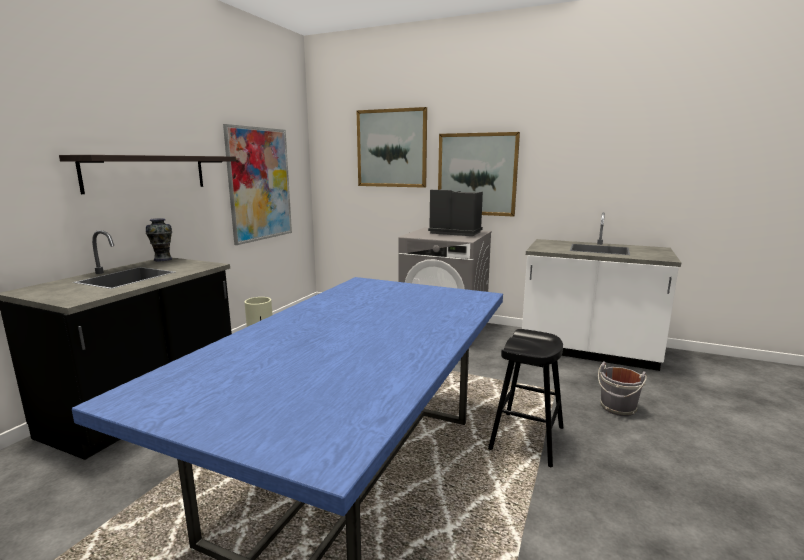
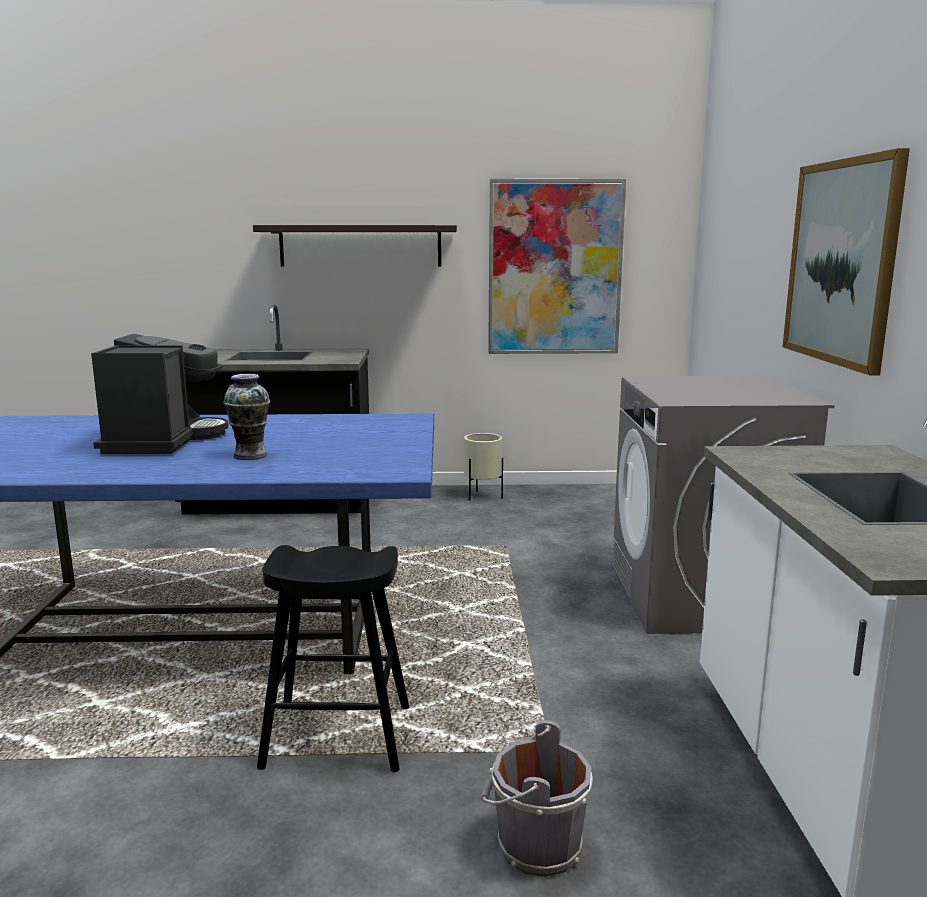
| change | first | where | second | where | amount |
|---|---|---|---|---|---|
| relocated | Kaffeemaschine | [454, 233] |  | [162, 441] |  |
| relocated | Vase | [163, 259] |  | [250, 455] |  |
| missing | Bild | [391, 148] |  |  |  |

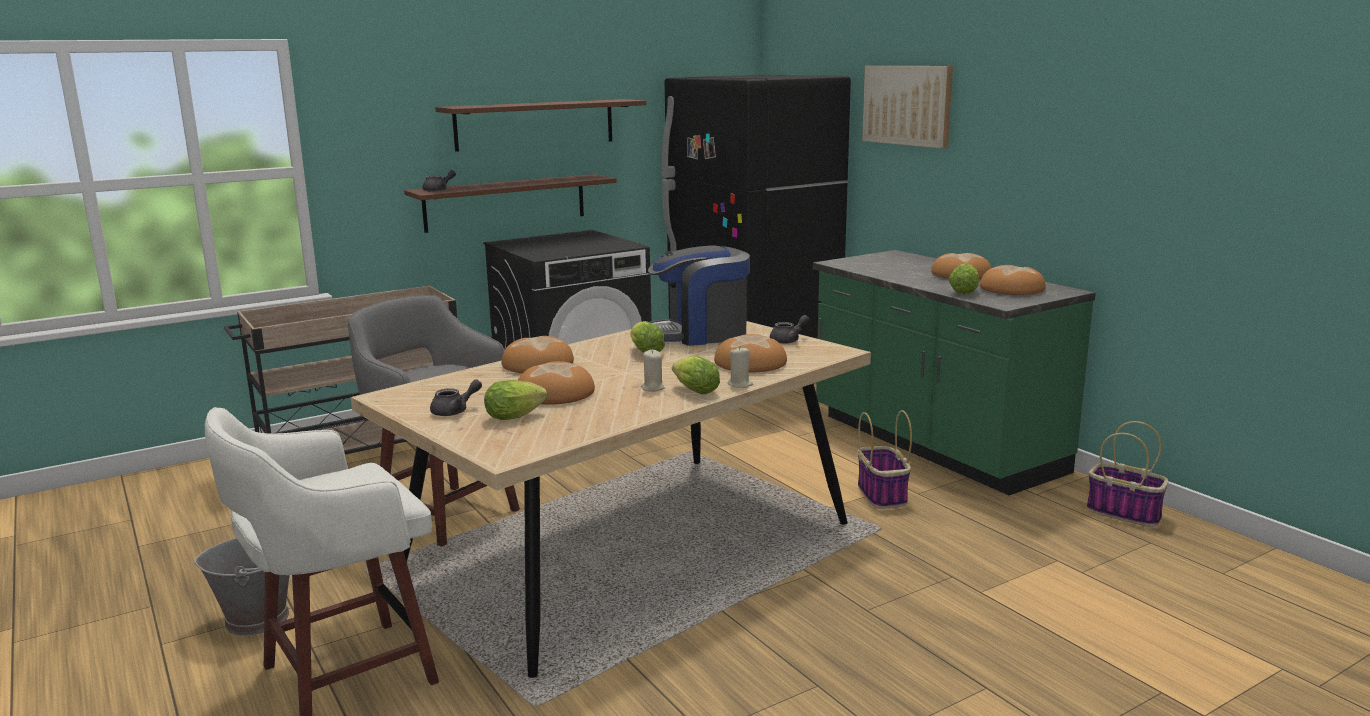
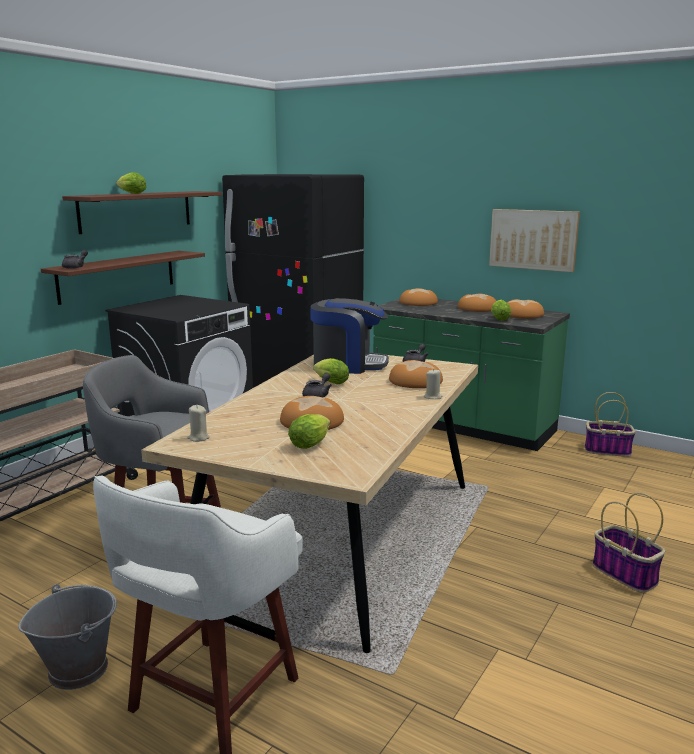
| change | first | where | second | where | amount |
|---|---|---|---|---|---|
| relocated | Salatkopf | [693, 390] |  | [131, 193] |  |
| relocated | Kerze [beige] | [652, 388] |  | [198, 438] |  |
| relocated | Teekanne [grau] | [455, 411] |  | [317, 395] |  |
| spun | Kaffeemaschine | [700, 334] |  | [348, 365] | 135 degrees counterclockwise |
| relocated | Brot | [537, 364] |  | [418, 303] |  |
| relocated | Bild | [907, 105] |  | [533, 239] |  |
| relocated | Korb | [882, 495] |  | [626, 574] |  |

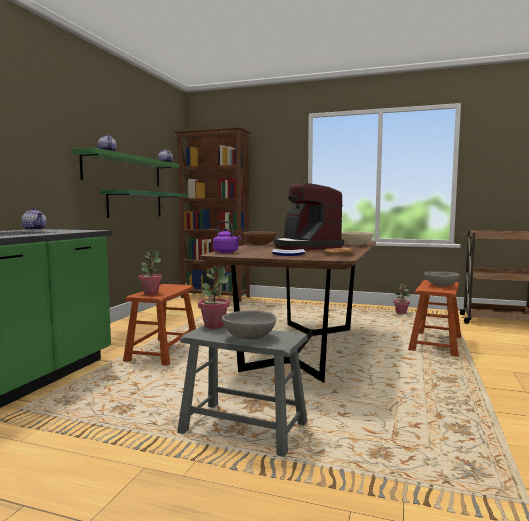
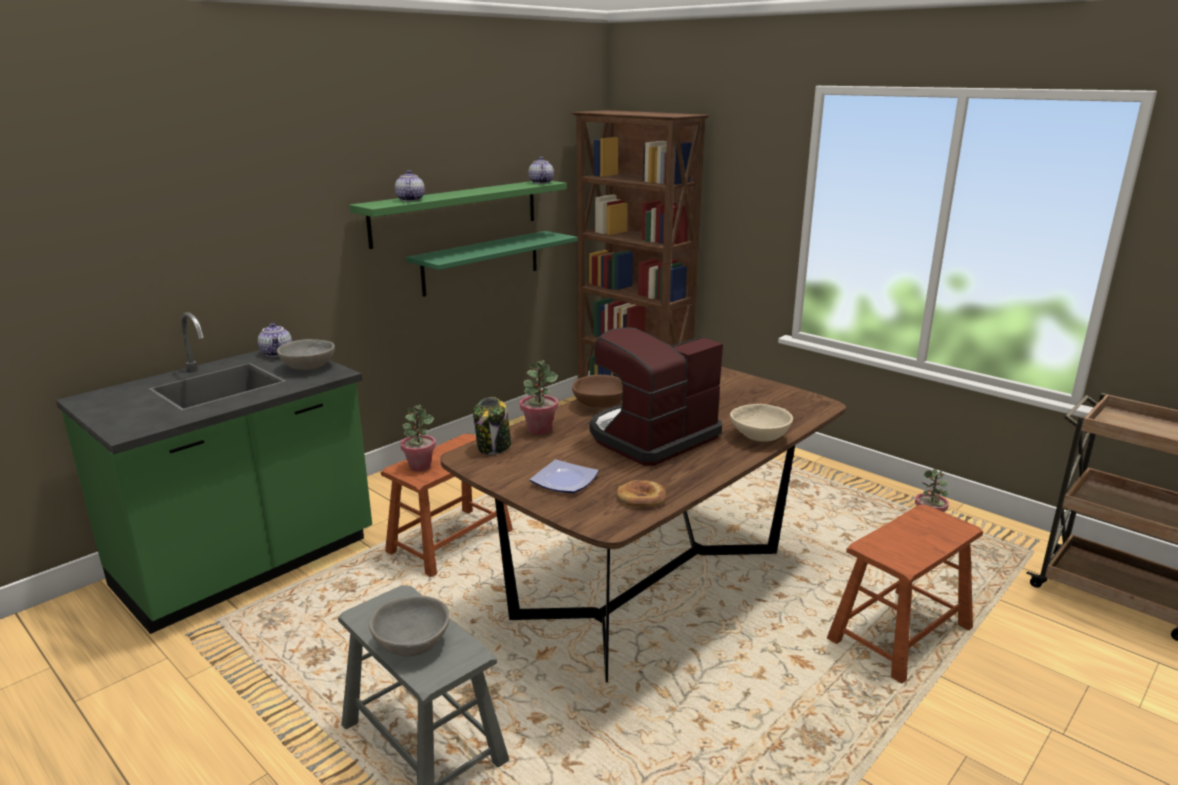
| change | first | where | second | where | amount |
|---|---|---|---|---|---|
| relocated | Schüssel [grau] | [440, 286] |  | [309, 367] |  |
| exchanged | Wasserkessel [lila] | [227, 252] | Vorratsglas | [494, 447] |  |
| relocated | Topfpflanze | [214, 326] |  | [539, 429] |  |
| spun | Kaffeemaschine | [305, 247] |  | [651, 437] | 45 degrees clockwise |

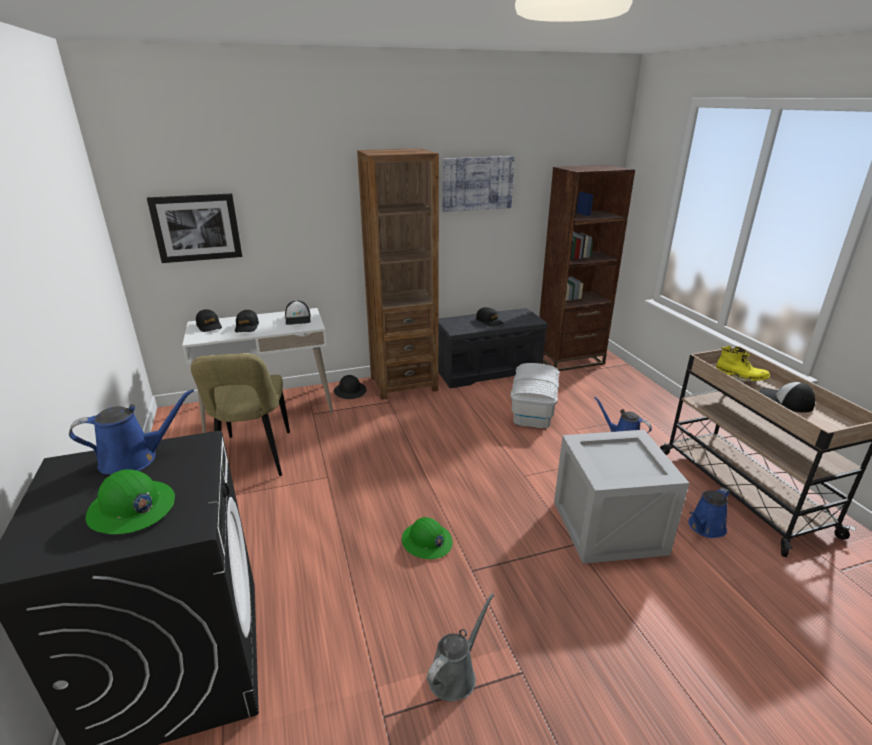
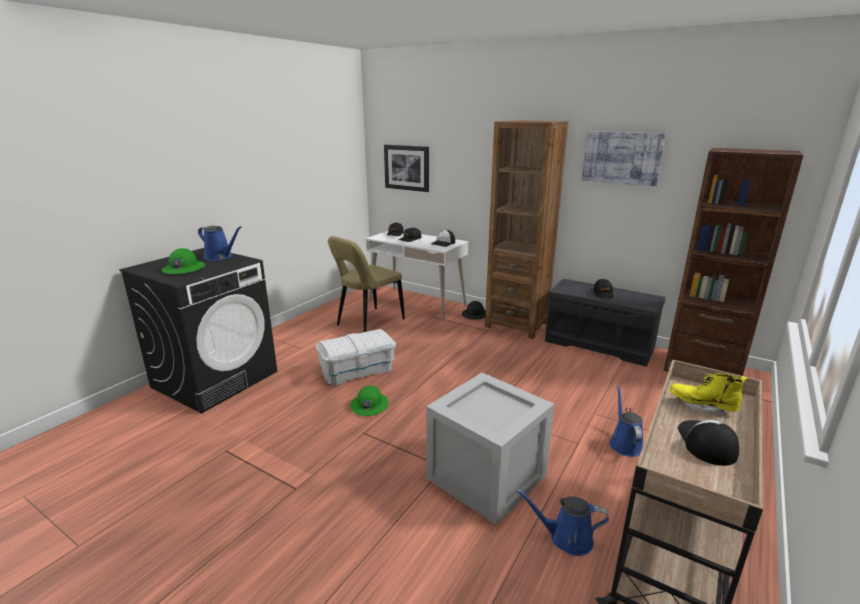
| change | first | where | second | where | amount |
|---|---|---|---|---|---|
| relocated | Aufbewahrungsbox [weiß] | [533, 409] |  | [357, 370] |  |
| spun | Stiefel [gelb] | [739, 379] |  | [701, 407] | 135 degrees clockwise |
| missing | Gießkanne [grau] | [455, 674] |  |  |  |

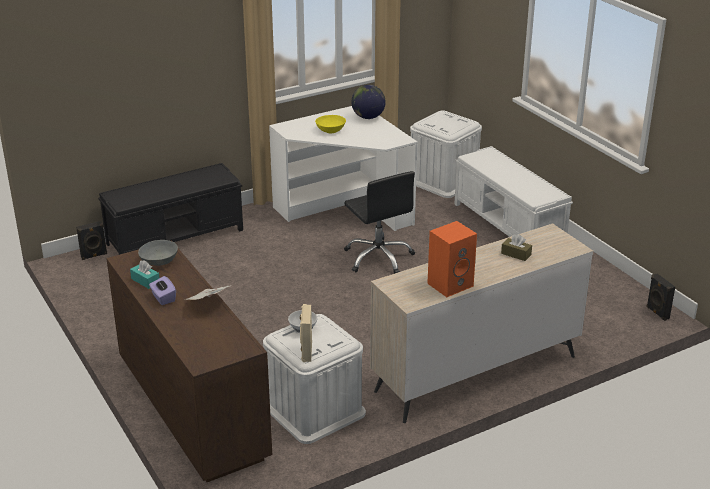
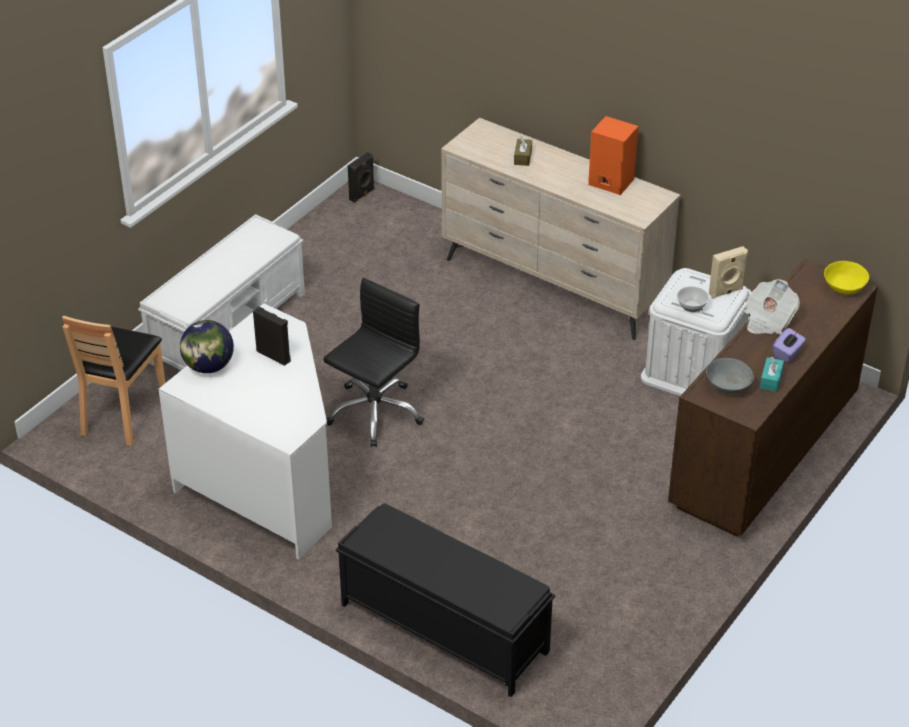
| change | first | where | second | where | amount |
|---|---|---|---|---|---|
| exchanged | Aufbewahrungsbox [weiß] | [443, 180] | Stuhl [braun] | [123, 414] |  |
| relocated | Lautsprecher [schwarz] | [94, 256] |  | [274, 355] |  |
| relocated | Schüssel [gelb] | [331, 130] |  | [844, 287] |  |

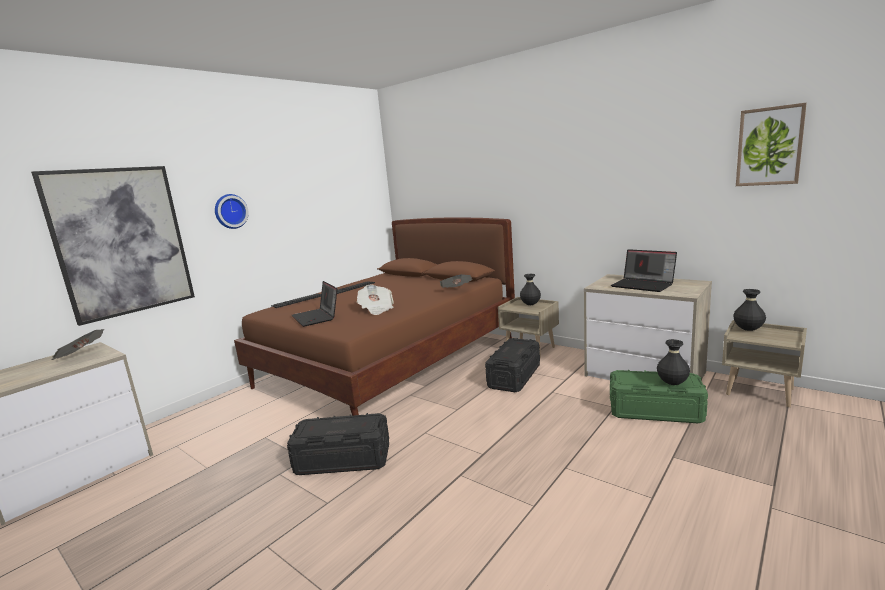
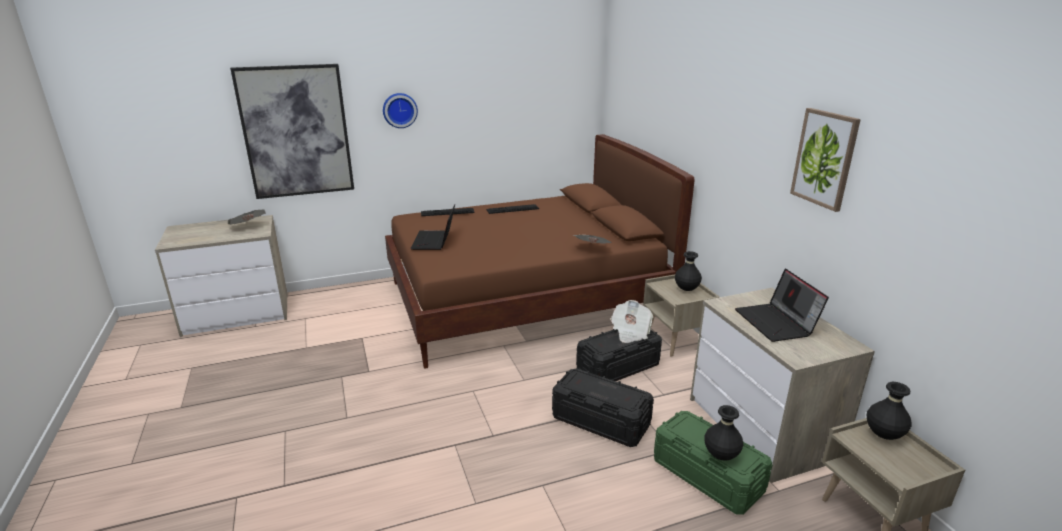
| change | first | where | second | where | amount |
|---|---|---|---|---|---|
| relocated | Aufbewahrungsbox [schwarz] | [343, 459] |  | [600, 421] |  |
| relocated | Zeitung | [376, 309] |  | [630, 332] |  |
| relocated | Bild | [769, 146] |  | [824, 158] |  |

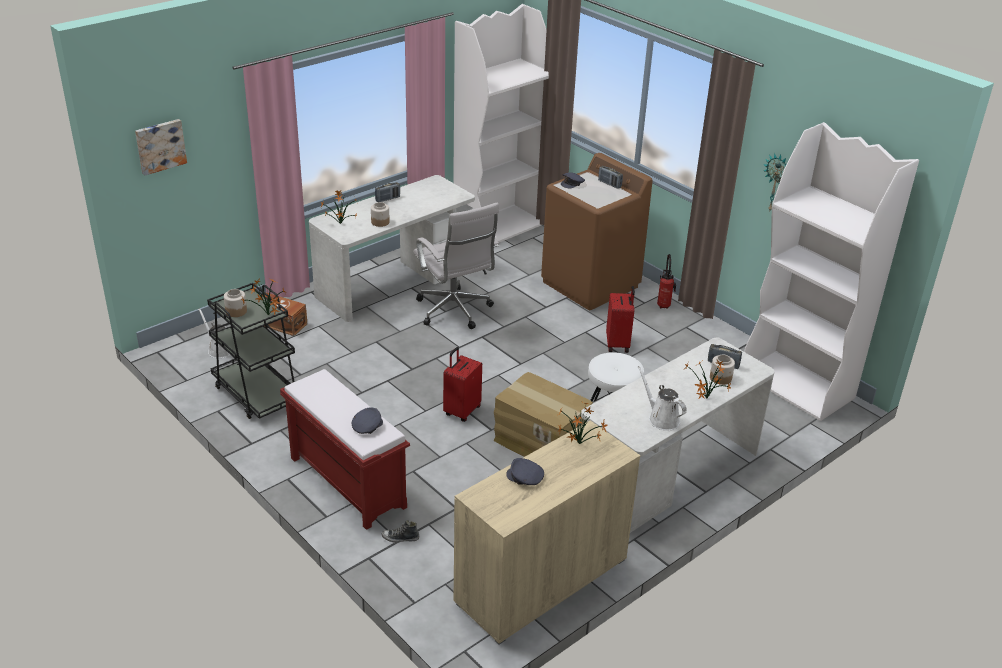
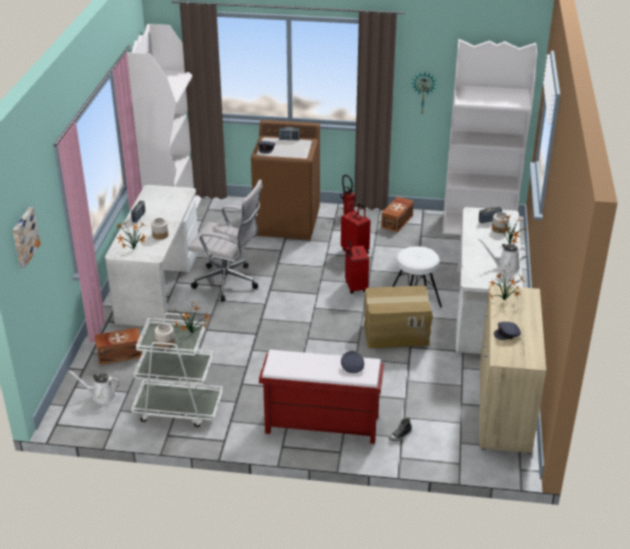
| change | first | where | second | where | amount |
|---|---|---|---|---|---|
| colour | Rollwagen [schwarz] | [257, 394] | Rollwagen [weiß] | [178, 408] |  |
| relocated | Koffer [rot] | [461, 411] |  | [355, 287] |  |
| appeared |  |  | Aufbewahrungsbox [braun] | [397, 221] |  |

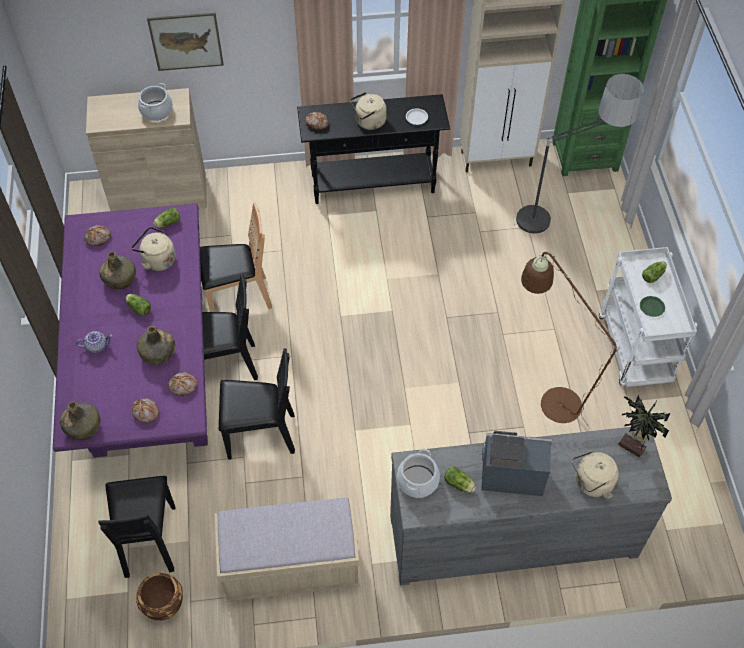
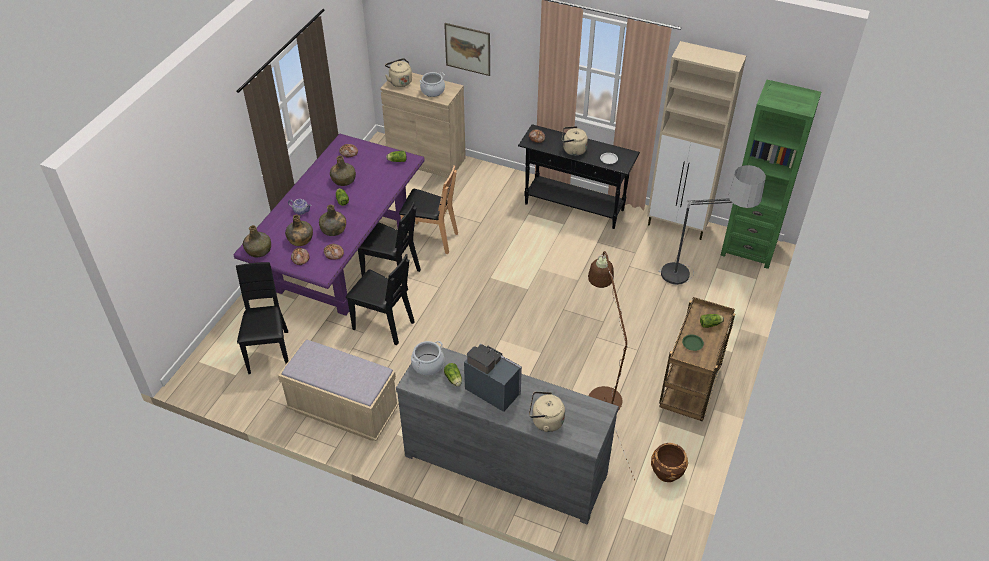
| change | first | where | second | where | amount |
|---|---|---|---|---|---|
| spun | Stuhl [schwarz] | [148, 540] |  | [269, 352] | 150 degrees clockwise |
| appeared |  |  | Flasche [grün] | [300, 239] |  |
| relocated | Wasserkessel [beige] | [157, 260] |  | [399, 81] |  |
| relocated | Pflanzkübel [braun] | [163, 605] |  | [666, 472] |  |
| colour | Rollwagen [weiß] | [635, 350] | Rollwagen [braun] | [690, 390] |  |
| missing | Topfpflanze | [631, 448] |  |  |  |

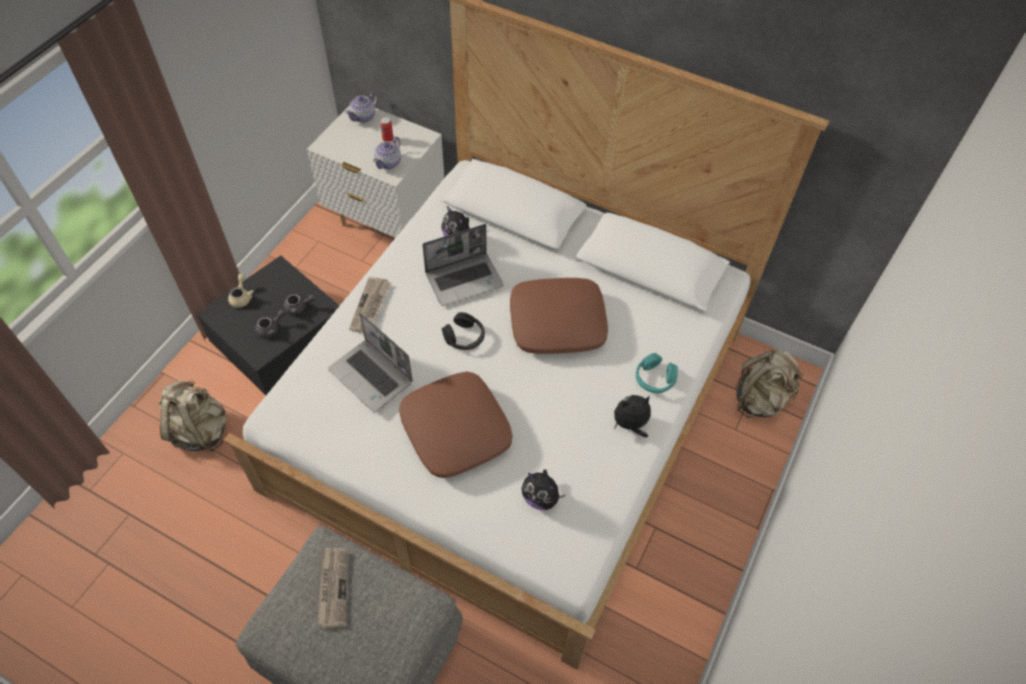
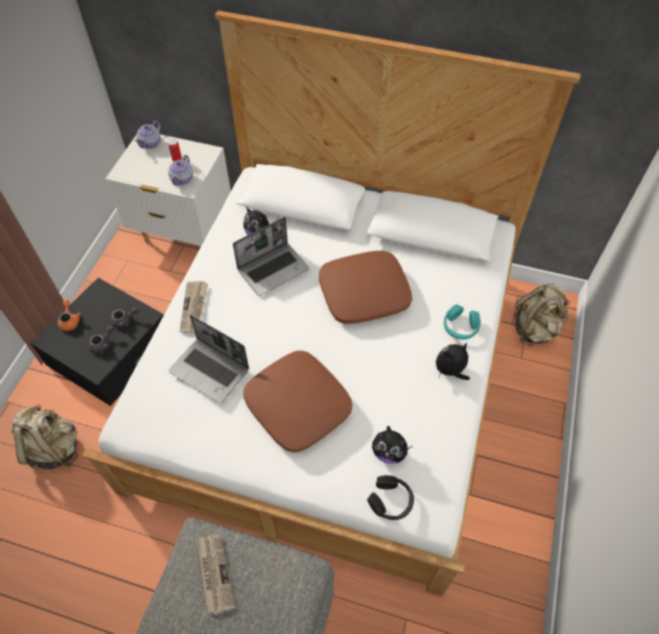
| change | first | where | second | where | amount |
|---|---|---|---|---|---|
| colour | Teekanne [beige] | [242, 297] | Teekanne [orange] | [70, 320] |  |
| relocated | Kopfhörer [schwarz] | [464, 337] |  | [391, 501] |  |

